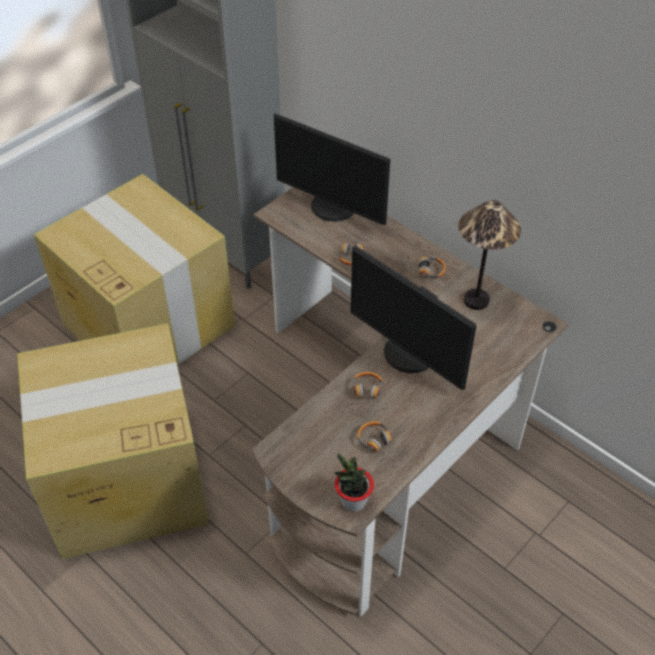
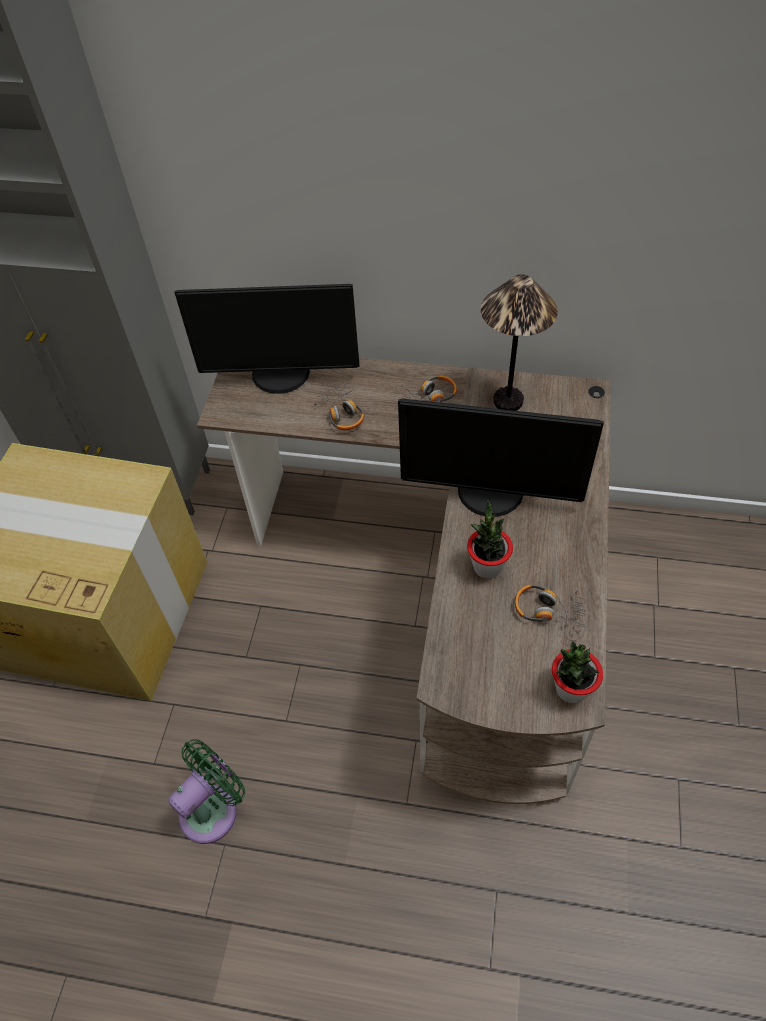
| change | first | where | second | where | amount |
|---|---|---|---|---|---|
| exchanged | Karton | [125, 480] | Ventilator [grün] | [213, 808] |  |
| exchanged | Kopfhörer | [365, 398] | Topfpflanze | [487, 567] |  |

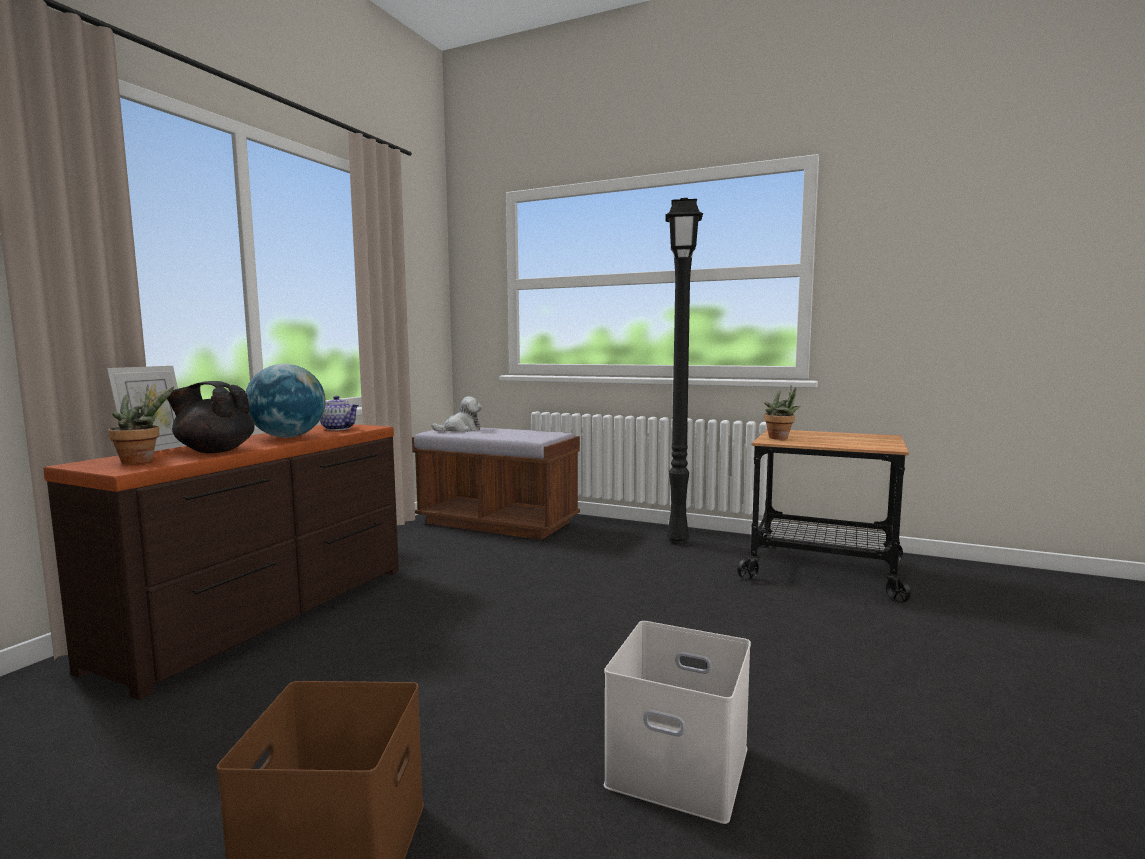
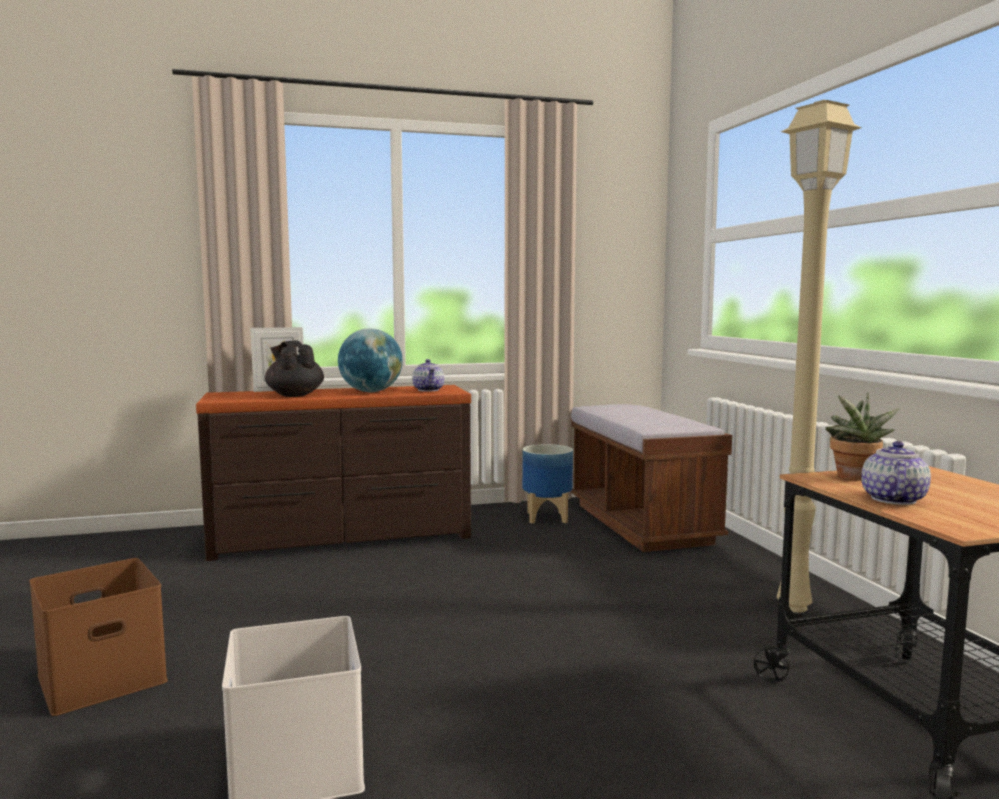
| change | first | where | second | where | amount |
|---|---|---|---|---|---|
| appeared |  |  | Pflanzkübel | [546, 517] |  |
| colour | Stehlampe [schwarz] | [679, 541] | Stehlampe [beige] | [797, 607] |  |
| appeared |  |  | Teekanne | [892, 499] |  |
| missing | Topfpflanze | [142, 461] |  |  |  |
| missing | Plüschtier | [461, 430] |  |  |  |

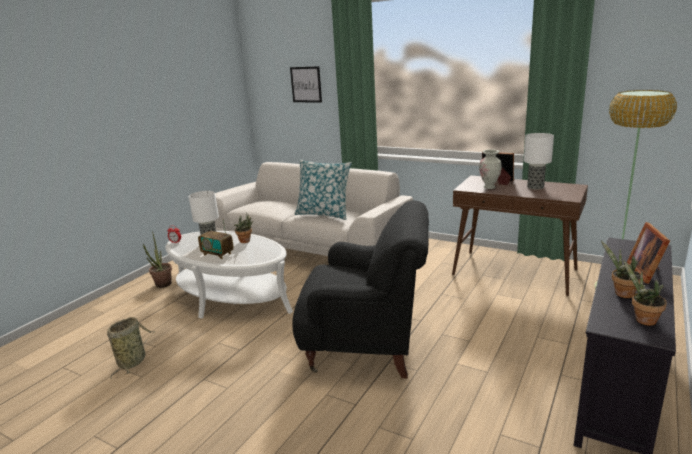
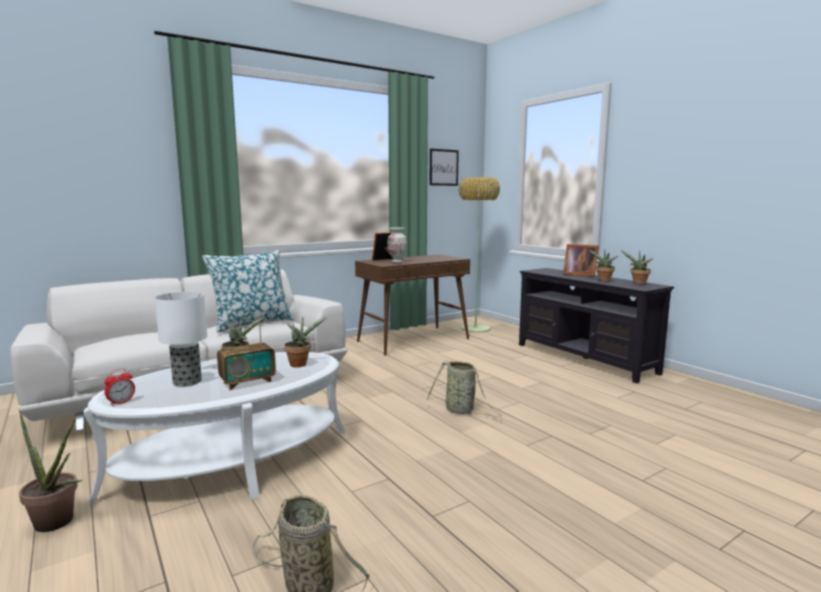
| change | first | where | second | where | amount |
|---|---|---|---|---|---|
| appeared |  |  | Topfpflanze | [300, 364] |  |
| exchanged | Sessel [schwarz] | [367, 346] | Korb | [461, 411] |  |
| relocated | Bild | [306, 84] |  | [443, 167] |  |
| missing | Tischlampe | [535, 187] |  |  |  |

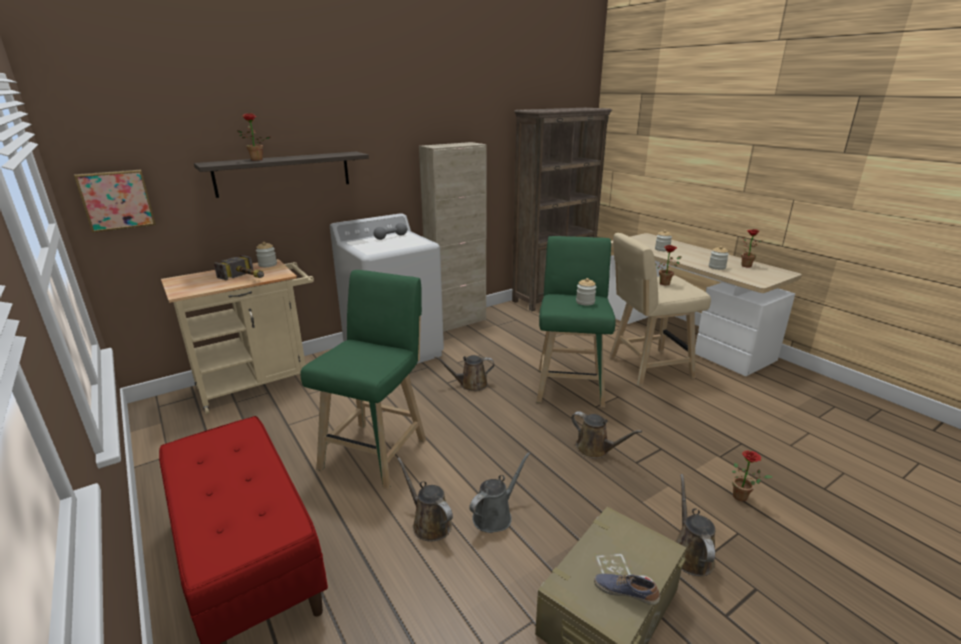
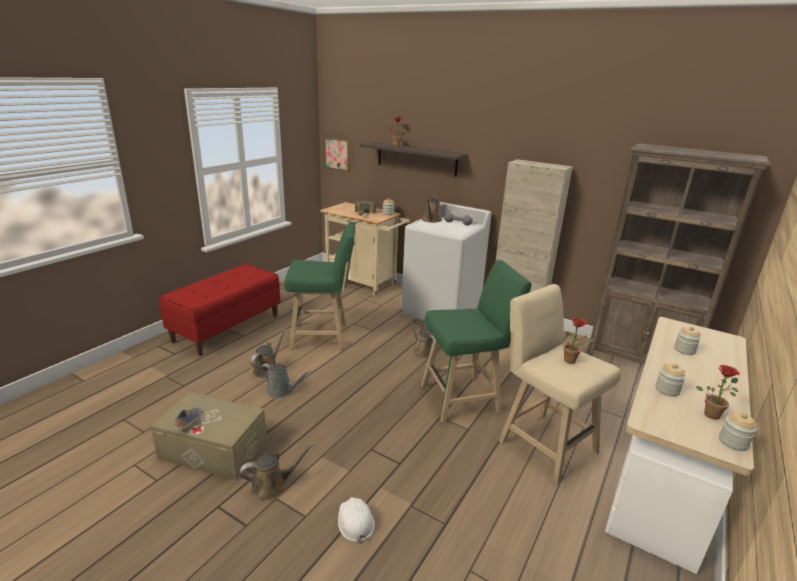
| change | first | where | second | where | amount |
|---|---|---|---|---|---|
| exchanged | Topfpflanze | [743, 497] | Schutzhelm [weiß] | [355, 521] |  |
| relocated | Gießkanne [braun] | [595, 449] |  | [431, 220] |  |
| relocated | Vorratsglas | [585, 302] |  | [733, 442] |  |

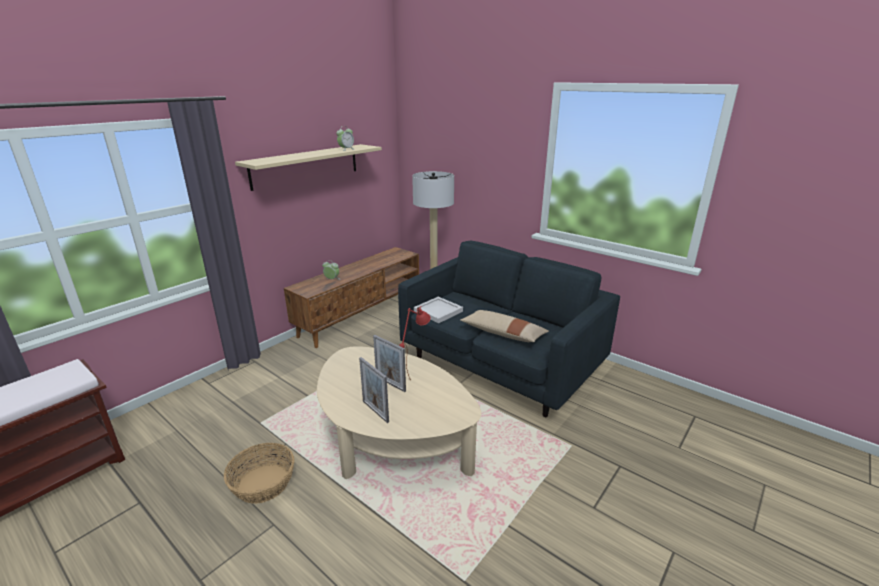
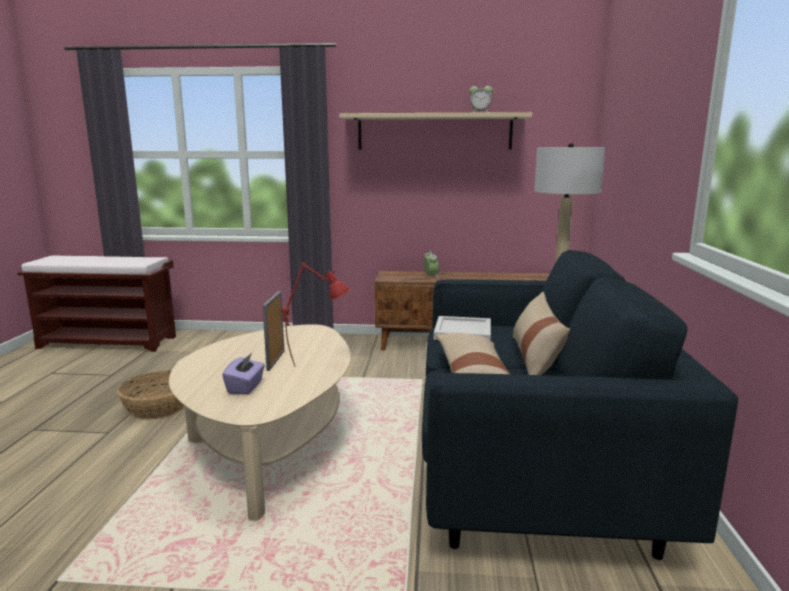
| change | first | where | second | where | amount |
|---|---|---|---|---|---|
| appeared |  |  | Taschentuchbox [lila] | [245, 387] |  |
| appeared |  |  | Kissen [beige] | [535, 358] |  |
| missing | Bilderrahmen | [375, 411] |  |  |  |

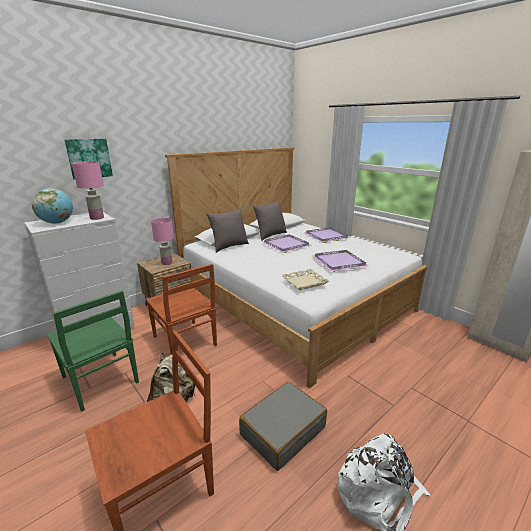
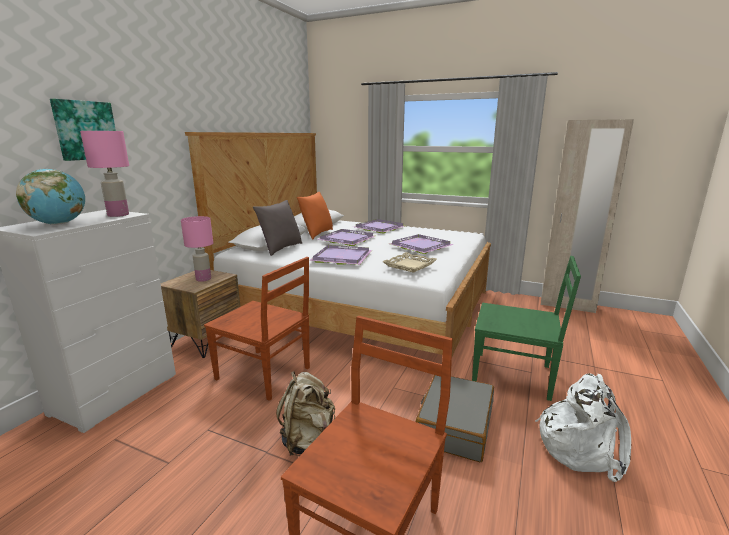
| change | first | where | second | where | amount |
|---|---|---|---|---|---|
| colour | Kissen [grau] | [270, 235] | Kissen [orange] | [316, 234] |  |
| appeared |  |  | Tablett [lila] | [340, 257] |  |
| relocated | Stuhl [grün] | [100, 381] |  | [514, 375] |  |

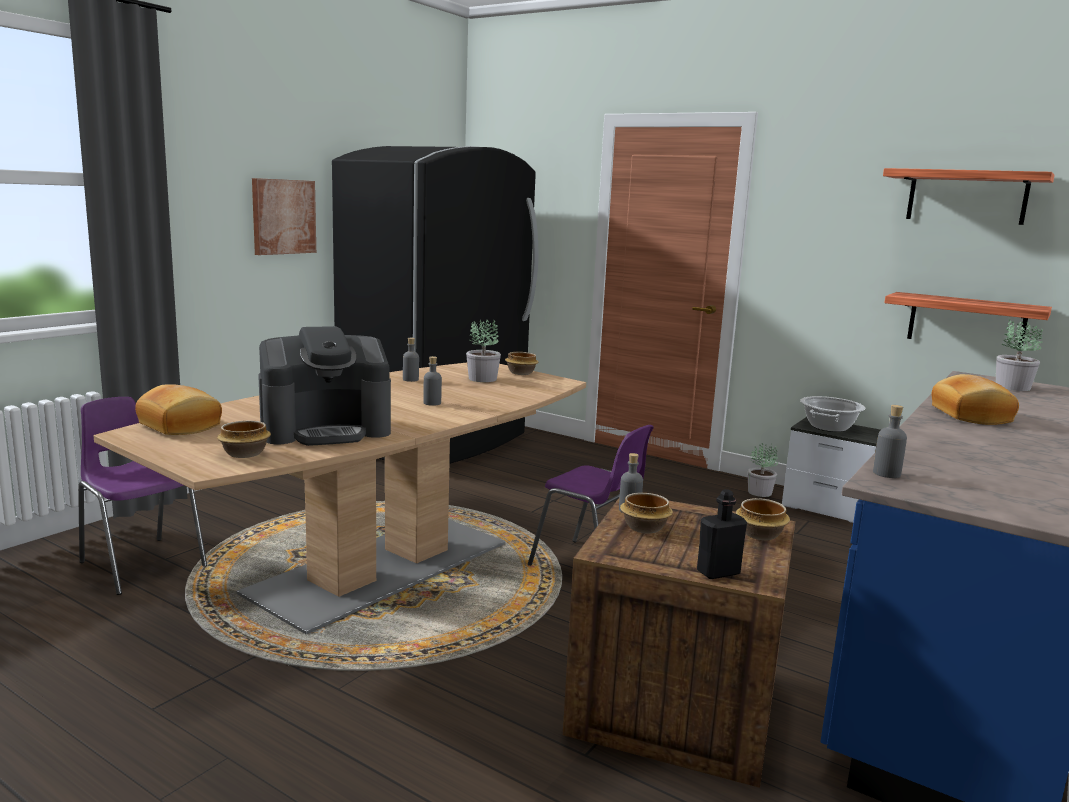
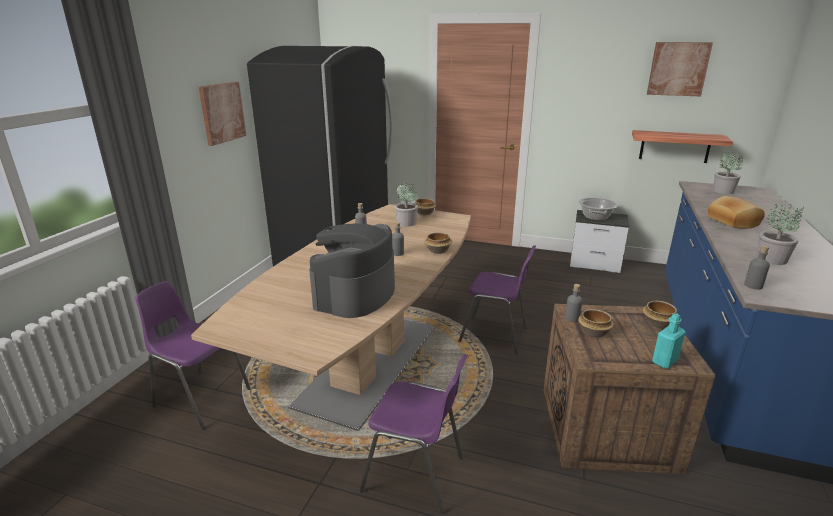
| change | first | where | second | where | amount |
|---|---|---|---|---|---|
| spun | Kaffeemaschine | [326, 430] |  | [355, 294] | 150 degrees clockwise |
| appeared |  |  | Stuhl [lila] | [416, 474] |  |
| relocated | Schüssel | [244, 454] |  | [438, 251] |  |
| exchanged | Wandregal | [967, 197] | Bild | [678, 69] |  |
| colour | Flasche [schwarz] | [718, 572] | Flasche [türkis] | [664, 361] |  |
| relocated | Topfpflanze | [760, 492] |  | [772, 259] |  |
| missing | Brot | [182, 425] |  |  |  |

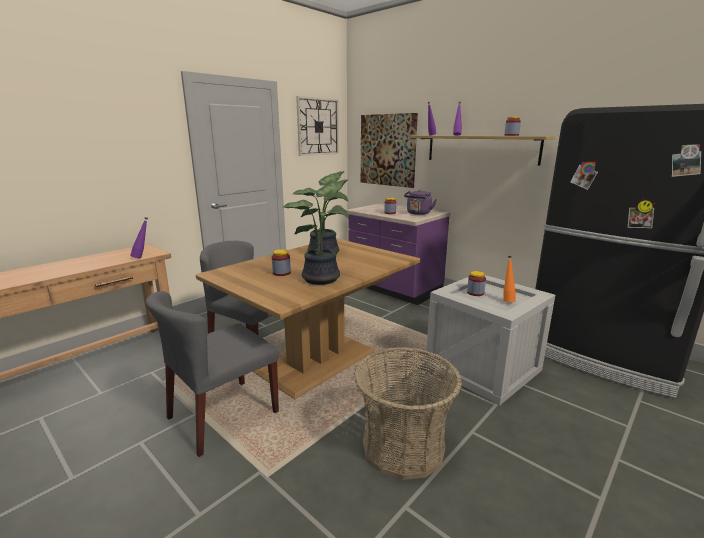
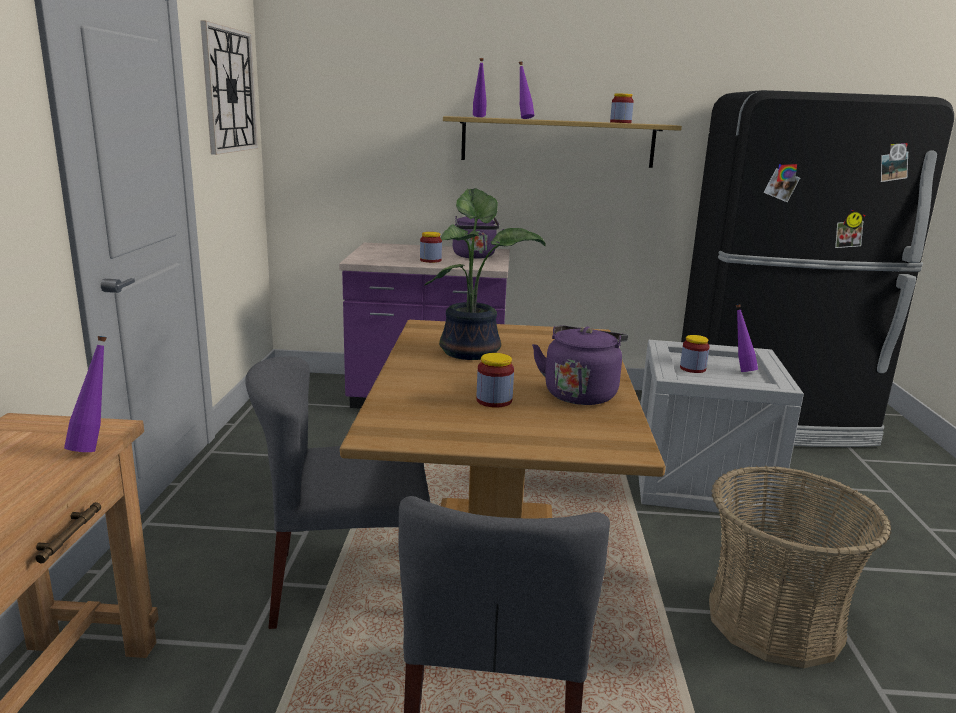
| change | first | where | second | where | amount |
|---|---|---|---|---|---|
| exchanged | Topfpflanze | [323, 279] | Wasserkessel [lila] | [580, 393] |  |
| colour | Flasche [orange] | [507, 301] | Flasche [lila] | [740, 370] |  |
| missing | Bild | [387, 150] |  |  |  |

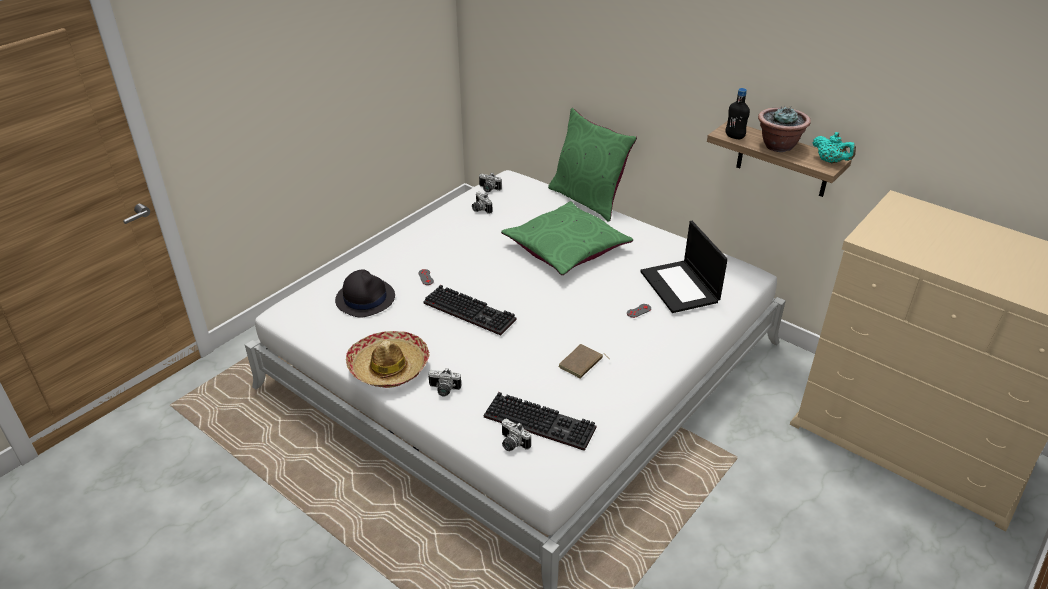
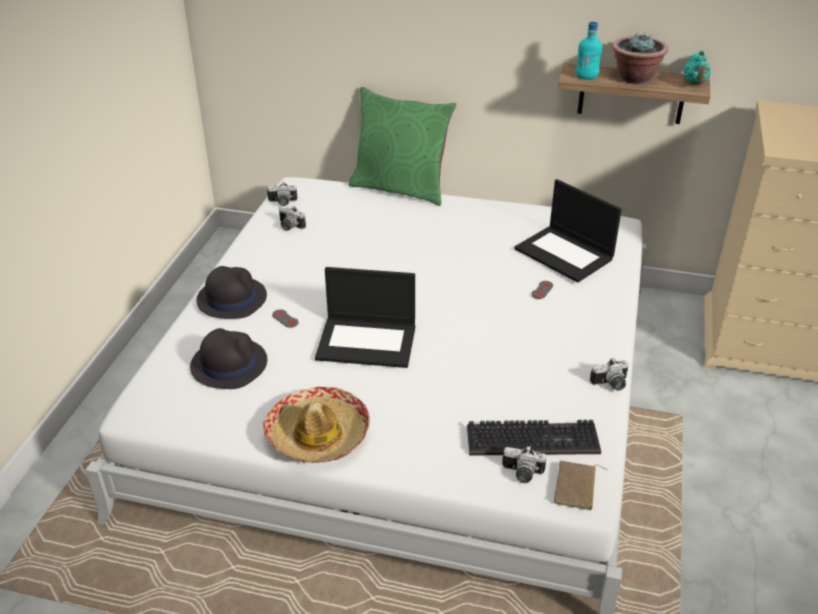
| change | first | where | second | where | amount |
|---|---|---|---|---|---|
| appeared |  |  | Hut [schwarz] | [231, 298] |  |
| exchanged | Tastatur | [471, 311] | Laptop | [368, 342] |  |
| relocated | Buch [braun] | [581, 364] |  | [577, 488] |  |
| colour | Flasche [schwarz] | [734, 137] | Flasche [türkis] | [586, 77] |  |
| relocated | Kamera | [443, 390] |  | [611, 384] |  |
| spun | Teekanne [türkis] | [830, 161] |  | [694, 83] | 75 degrees clockwise |
| missing | Kissen [grün] | [566, 248] |  |  |  |

